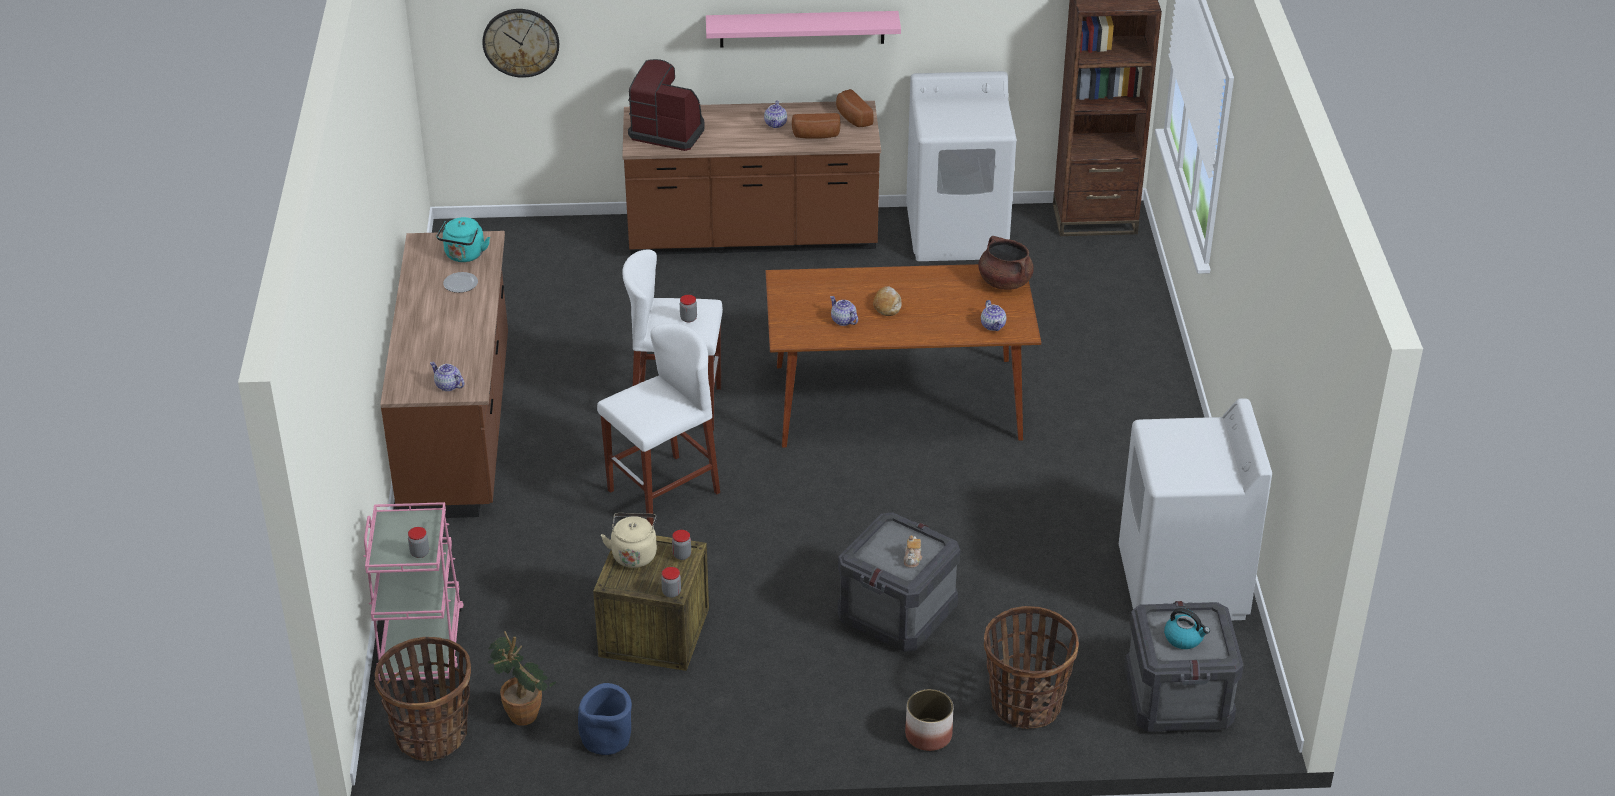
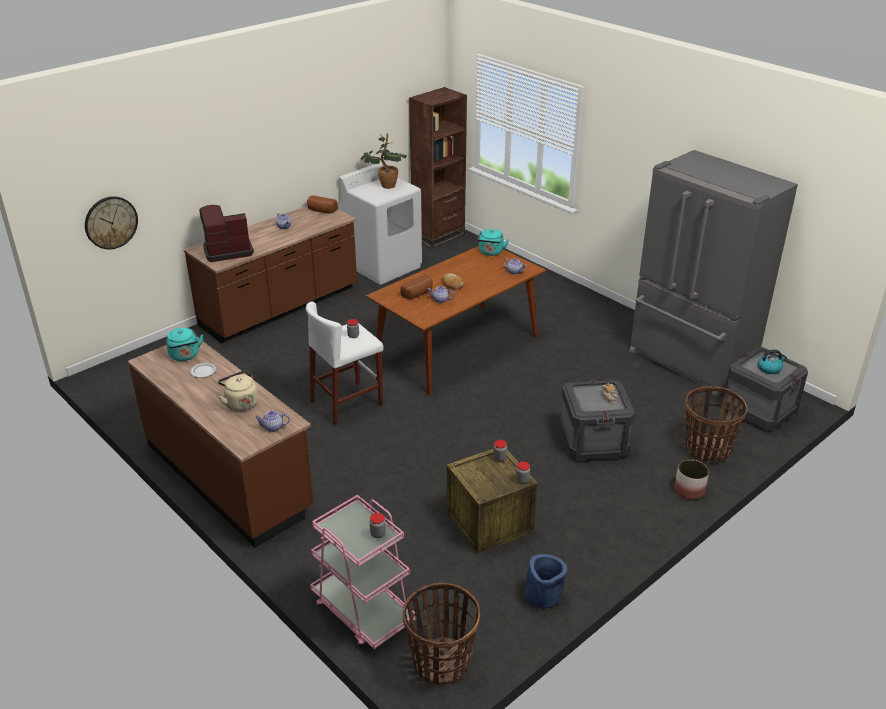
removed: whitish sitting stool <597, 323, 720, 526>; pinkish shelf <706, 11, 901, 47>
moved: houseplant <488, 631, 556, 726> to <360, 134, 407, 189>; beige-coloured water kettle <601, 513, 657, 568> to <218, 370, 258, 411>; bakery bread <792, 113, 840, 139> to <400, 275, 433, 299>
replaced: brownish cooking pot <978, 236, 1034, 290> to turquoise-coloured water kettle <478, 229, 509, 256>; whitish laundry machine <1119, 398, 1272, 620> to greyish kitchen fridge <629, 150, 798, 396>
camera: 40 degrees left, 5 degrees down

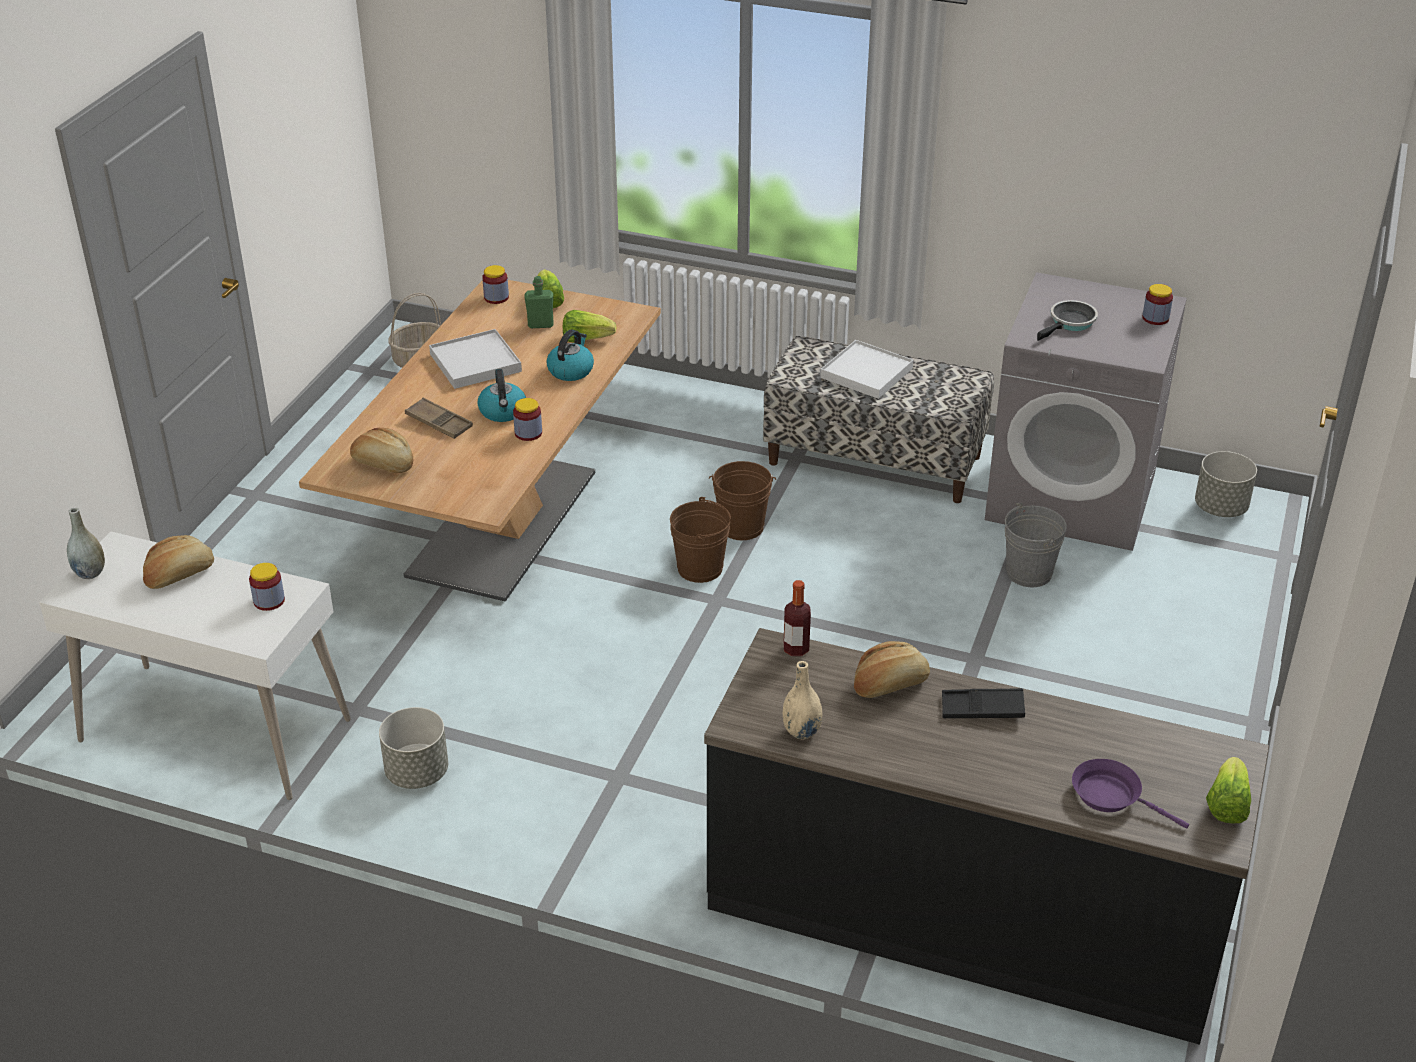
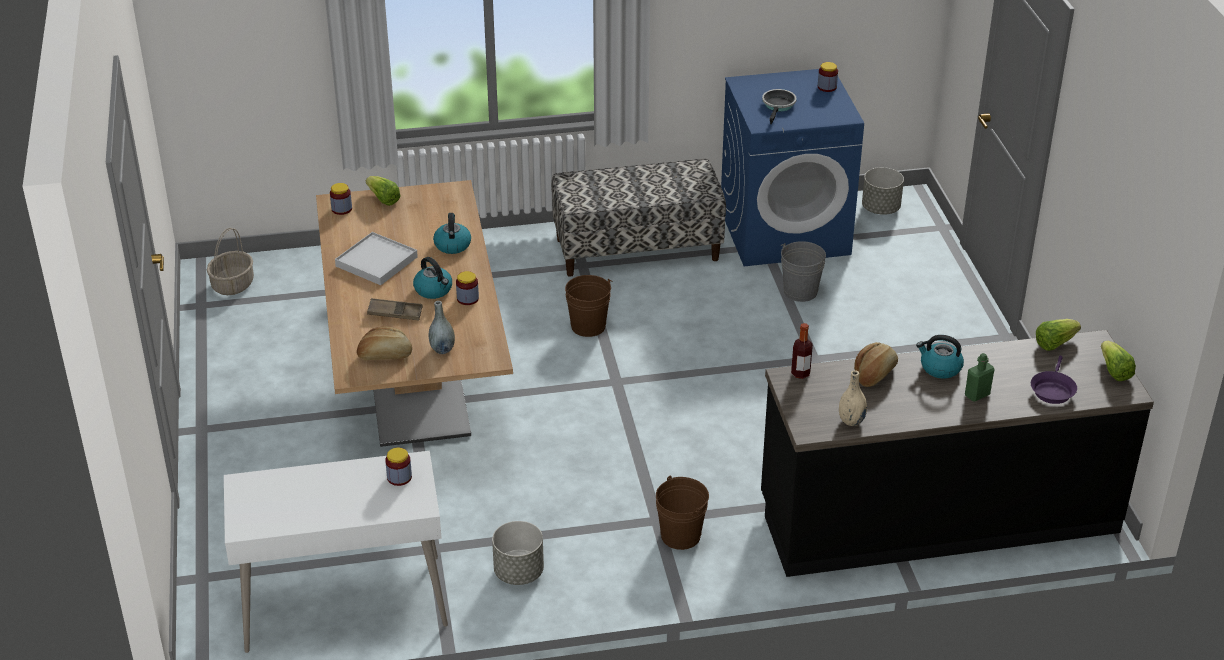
removed: bakery bread <143, 535, 214, 589>; whitish carrying tray <820, 340, 913, 399>
moved: greyish flower vase <67, 508, 105, 579> to <429, 301, 455, 354>; green-coloured beverage bottle <524, 276, 554, 328> to <965, 353, 994, 402>; lettuce <563, 310, 616, 342> to <1036, 319, 1081, 351>; brownish bucket <670, 497, 731, 583> to <656, 475, 709, 550>
replaced: black-coloured carrying tray <942, 688, 1025, 718> to water kettle <916, 335, 964, 379>
recoloured: greyish laundry machine <985, 272, 1187, 551> to blue-coloured laundry machine <721, 69, 864, 266>
turned: purple skillet <1072, 759, 1189, 828> = <1031, 356, 1077, 404> 75 degrees counterclockwise
camera: 30 degrees left, 0 degrees up

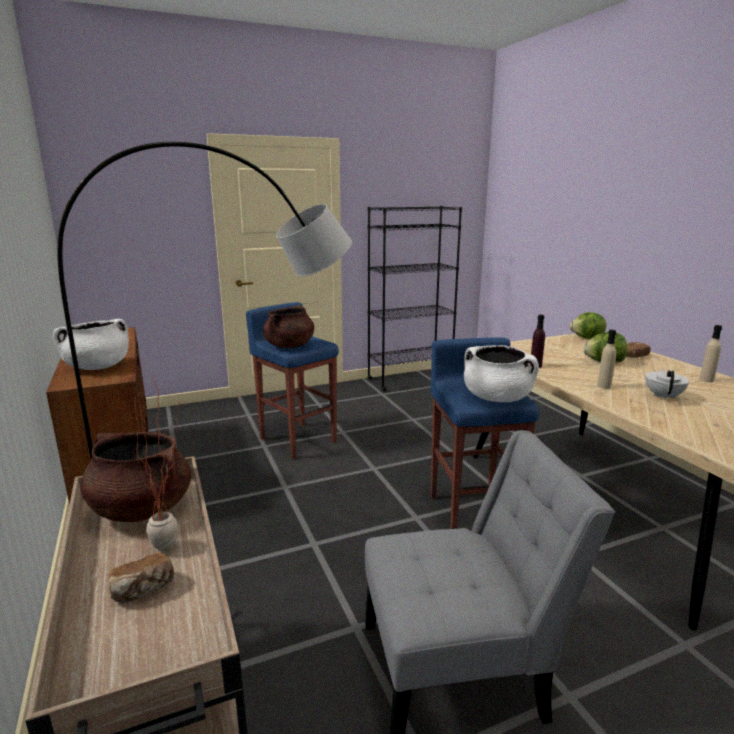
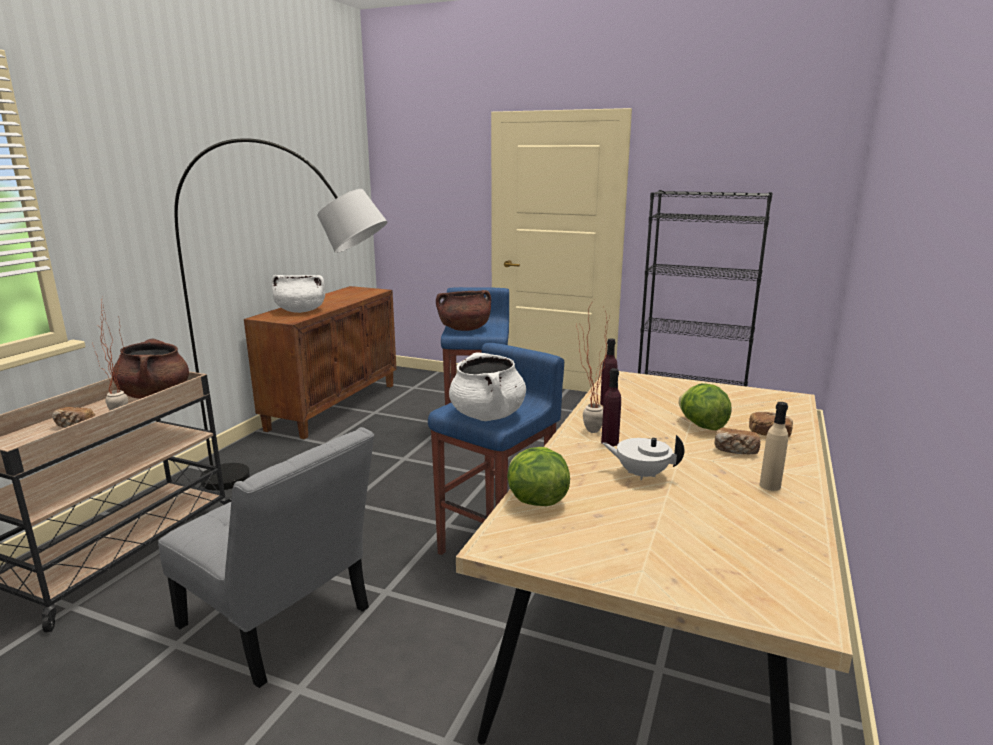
added: houseplant <576, 300, 610, 433>; bakery bread <715, 428, 760, 455>
moved: lettuce <569, 312, 606, 339> to <507, 447, 570, 506>
recoloured: beige-coloured beverage bottle <597, 330, 616, 389> to purple beverage bottle <601, 368, 621, 446>
turned: whitish tea pot <645, 369, 689, 400> = <602, 435, 684, 481> 135 degrees counterclockwise
camera: 45 degrees right, 0 degrees up

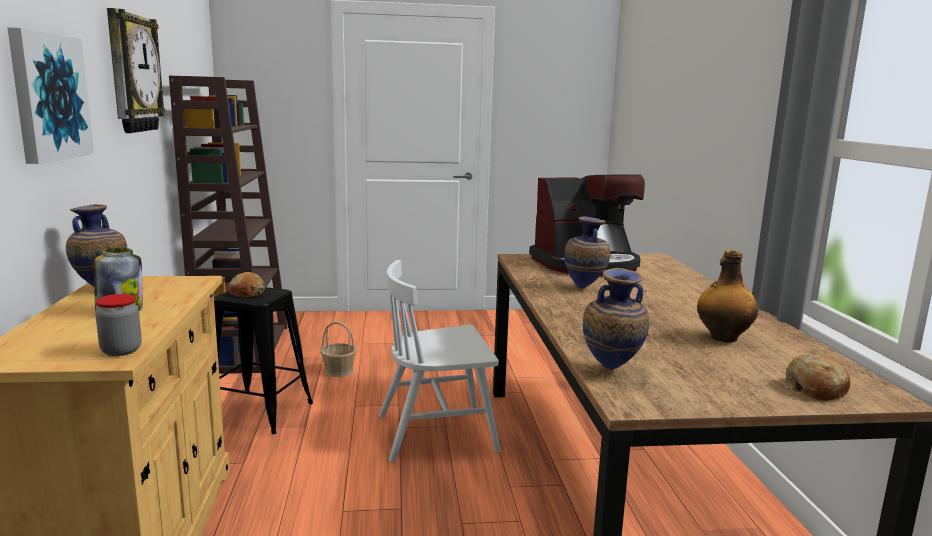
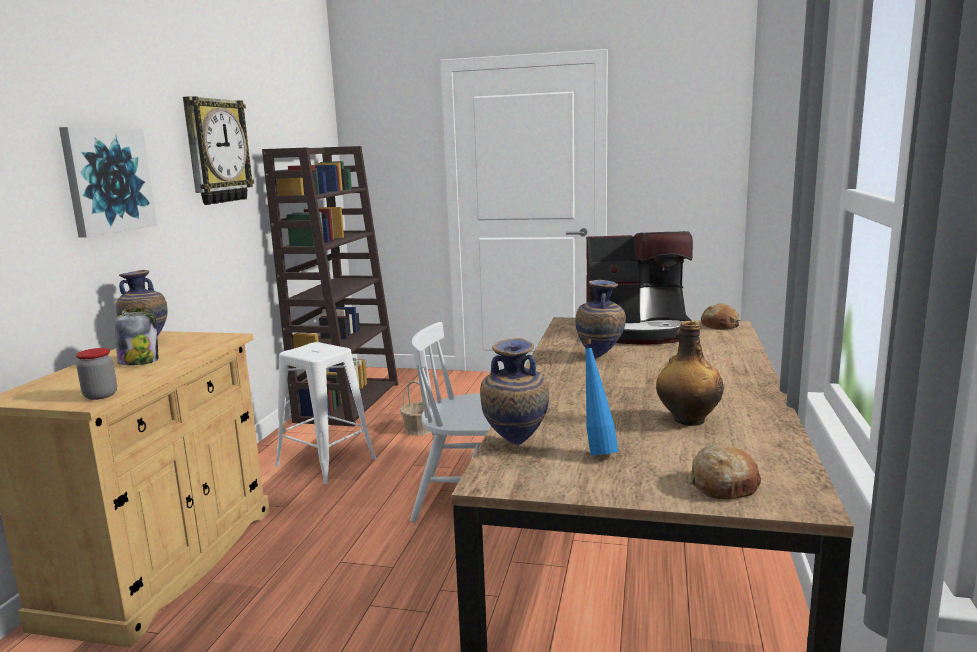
added: blue-coloured beverage bottle <583, 339, 618, 455>
moved: bakery bread <229, 272, 265, 298> to <701, 303, 741, 330>
recoloured: black-coloured sitting stool <214, 287, 313, 434> to whitish sitting stool <275, 342, 376, 484>
camera: 20 degrees right, 0 degrees up

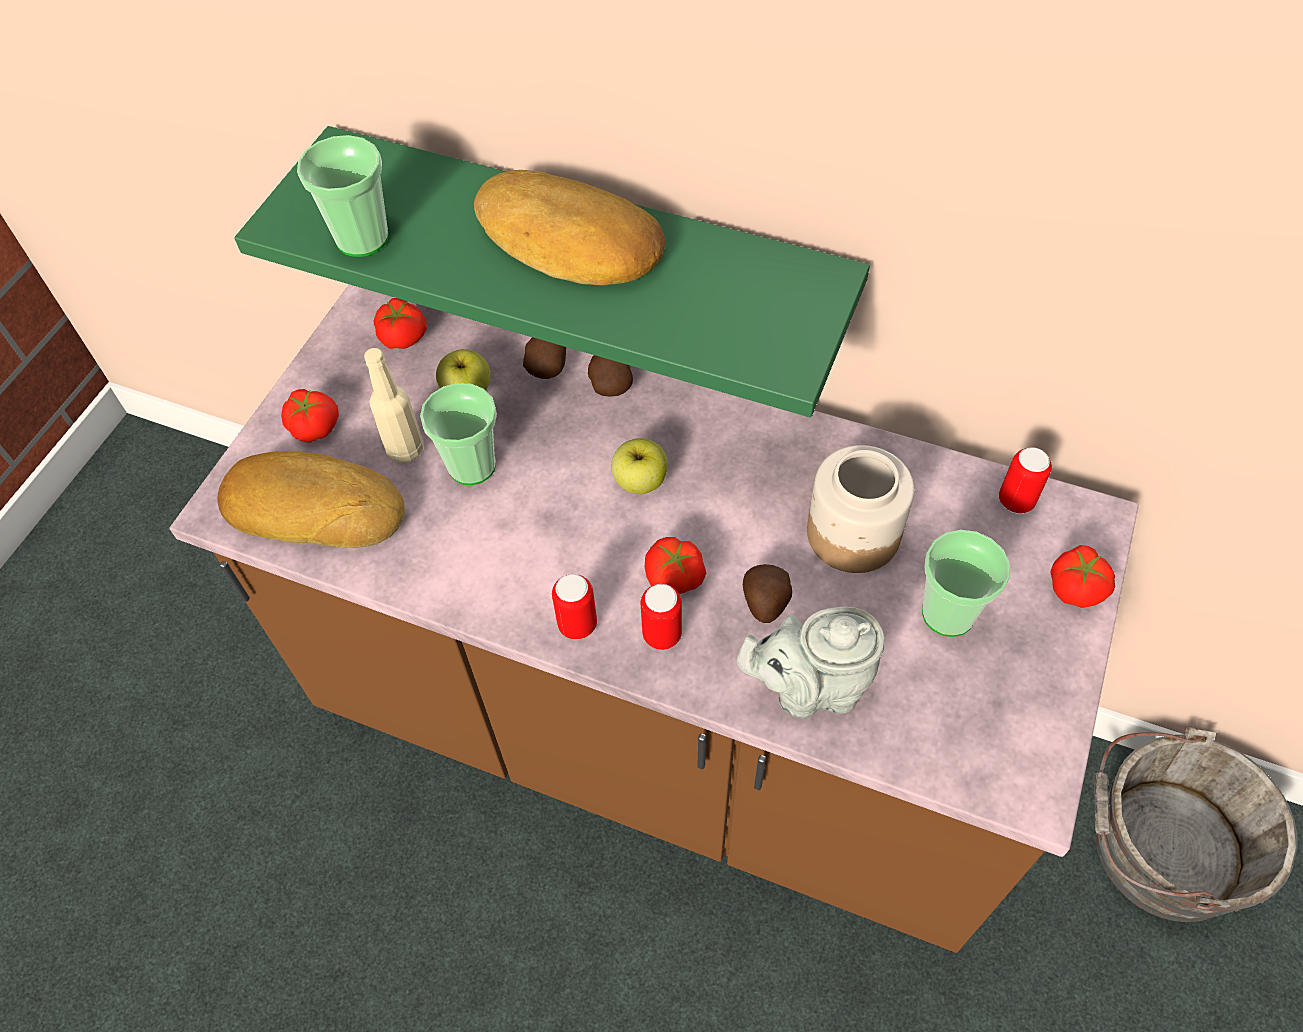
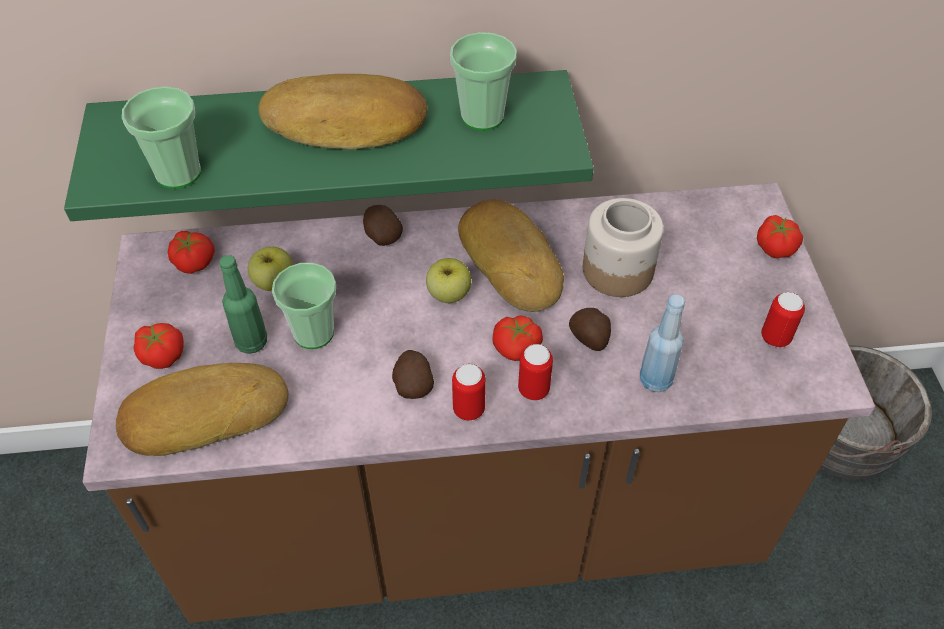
added: bakery bread <458, 199, 564, 312>
moved: spud <523, 337, 566, 379> to <392, 350, 434, 399>; small cup <922, 530, 1010, 637> to <450, 32, 517, 131>; sealed can <999, 447, 1052, 514> to <761, 292, 805, 348>
replaced: greyish tea pot <737, 607, 885, 718> to blue-coloured beverage bottle <640, 294, 685, 392>
recoloured: beige-coloured beverage bottle <364, 348, 423, 463> to green-coloured beverage bottle <219, 255, 267, 354>
camera: 30 degrees left, 5 degrees down

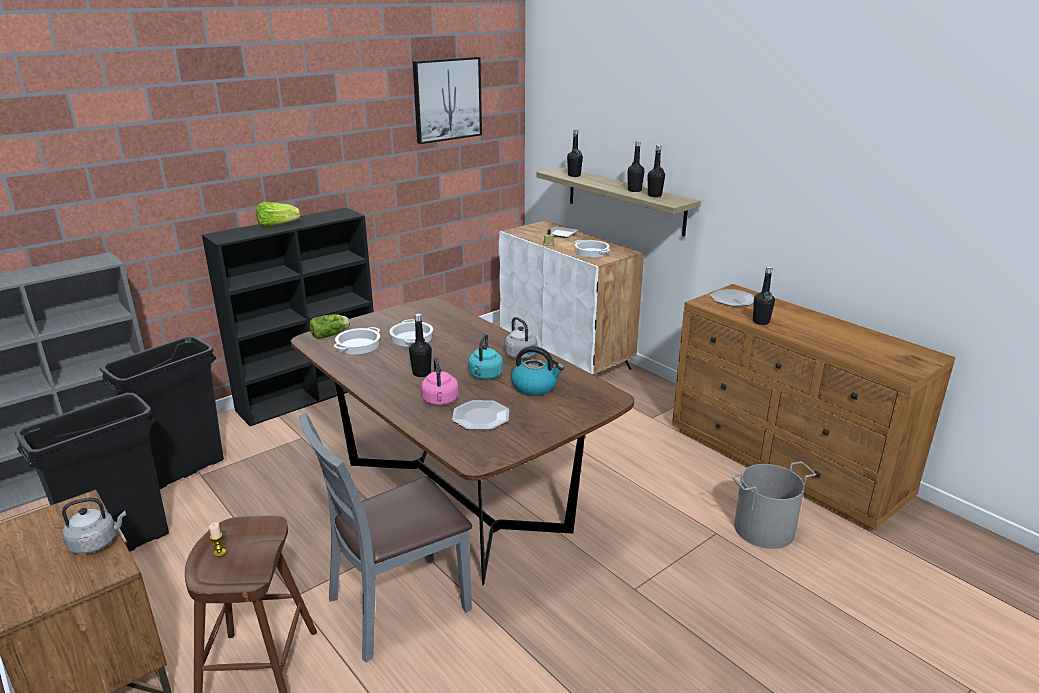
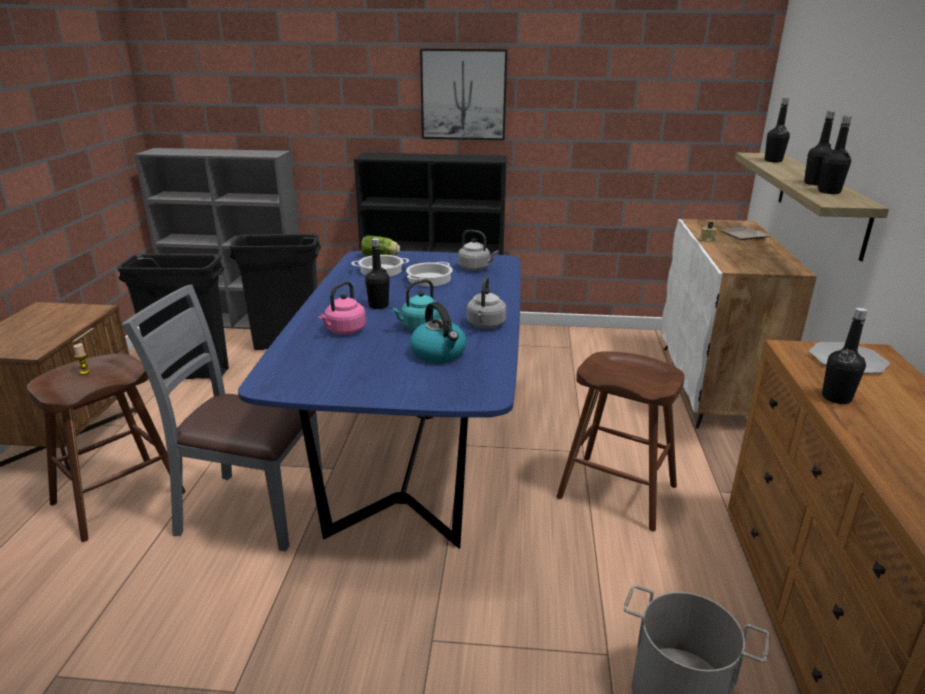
removed: lettuce <256, 202, 301, 227>; plate <452, 400, 509, 430>; cooking pot <575, 240, 610, 258>
added: brownish sitting stool <556, 351, 685, 532>
moved: greyish water kettle <62, 497, 126, 554> to <458, 230, 498, 271>; wall picture <413, 57, 482, 144> to <420, 48, 507, 140>
recoloured: brownish dining table <291, 298, 634, 585> to blue-coloured dining table <238, 251, 521, 549>
camera: 45 degrees right, 0 degrees up

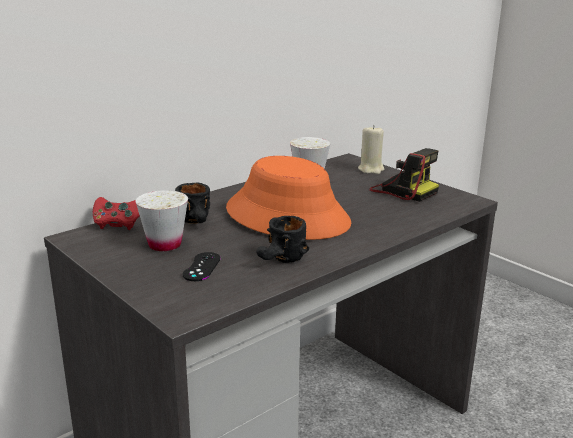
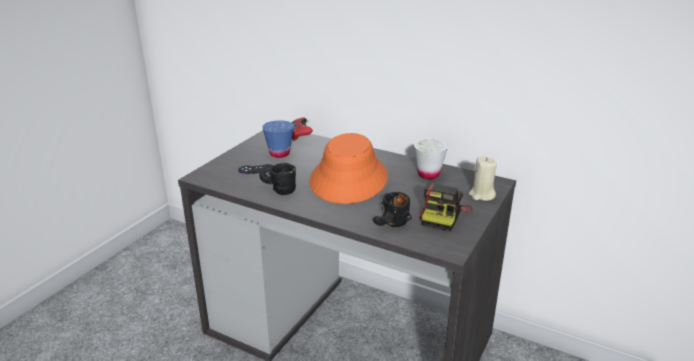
moved: black-coloured mug <175, 183, 210, 224> to <373, 192, 412, 227>
recoloured: whitish small cup <135, 190, 188, 251> to blue-coloured small cup <262, 120, 294, 158>
camera: 70 degrees right, 5 degrees up

